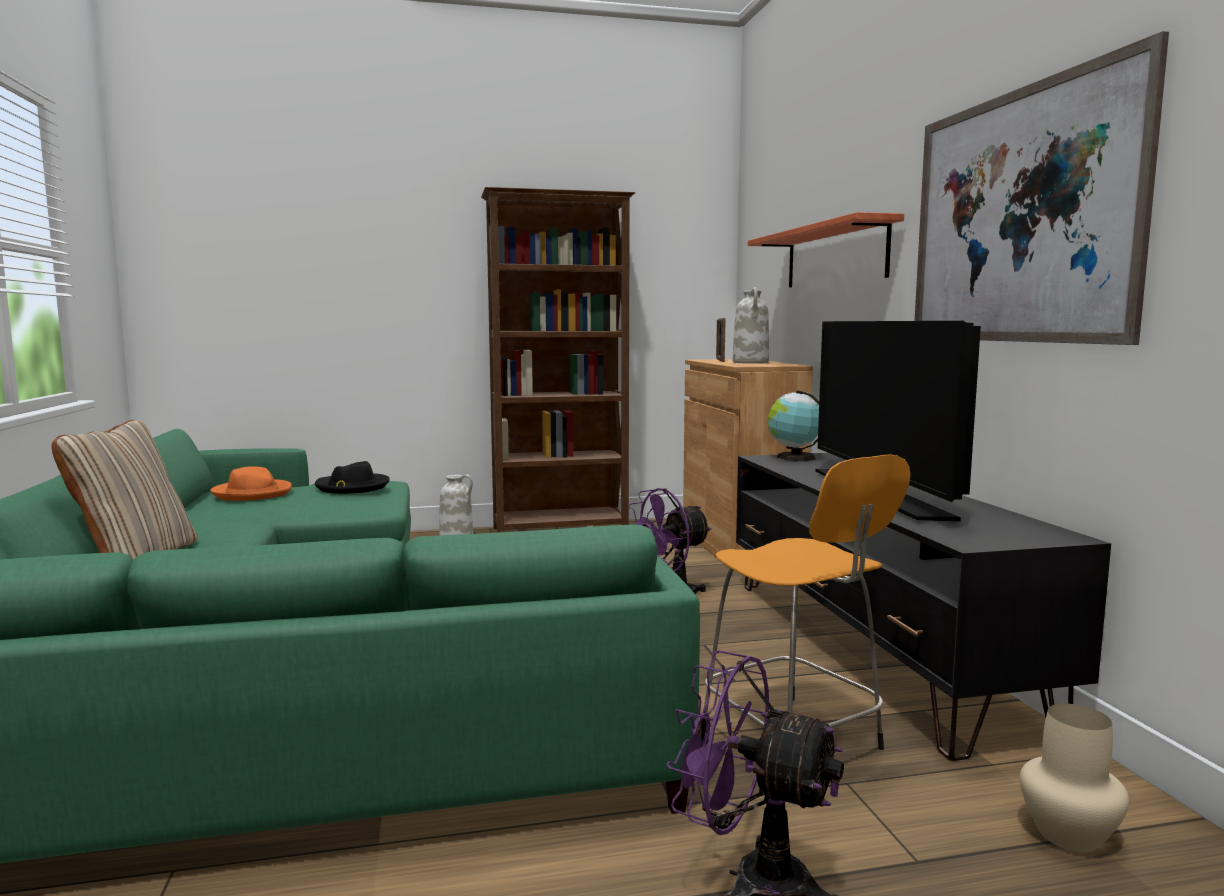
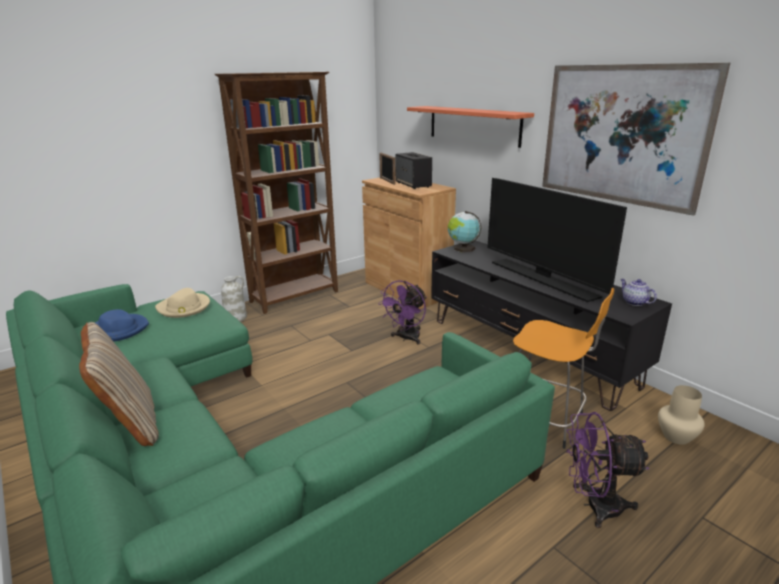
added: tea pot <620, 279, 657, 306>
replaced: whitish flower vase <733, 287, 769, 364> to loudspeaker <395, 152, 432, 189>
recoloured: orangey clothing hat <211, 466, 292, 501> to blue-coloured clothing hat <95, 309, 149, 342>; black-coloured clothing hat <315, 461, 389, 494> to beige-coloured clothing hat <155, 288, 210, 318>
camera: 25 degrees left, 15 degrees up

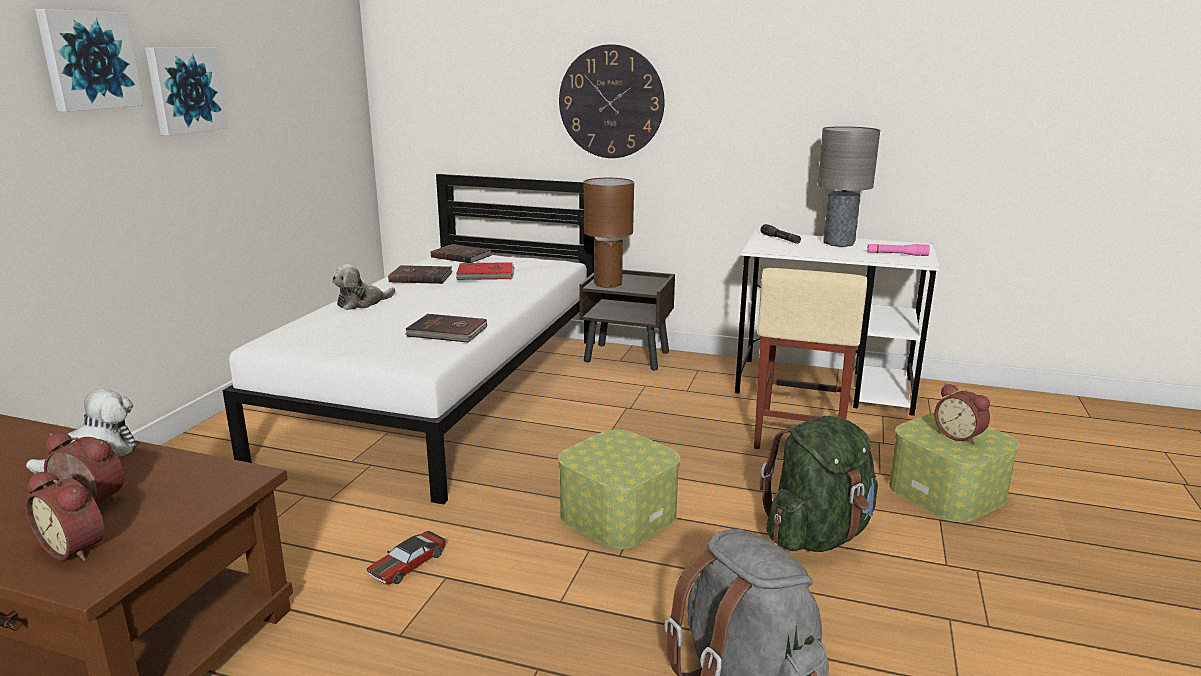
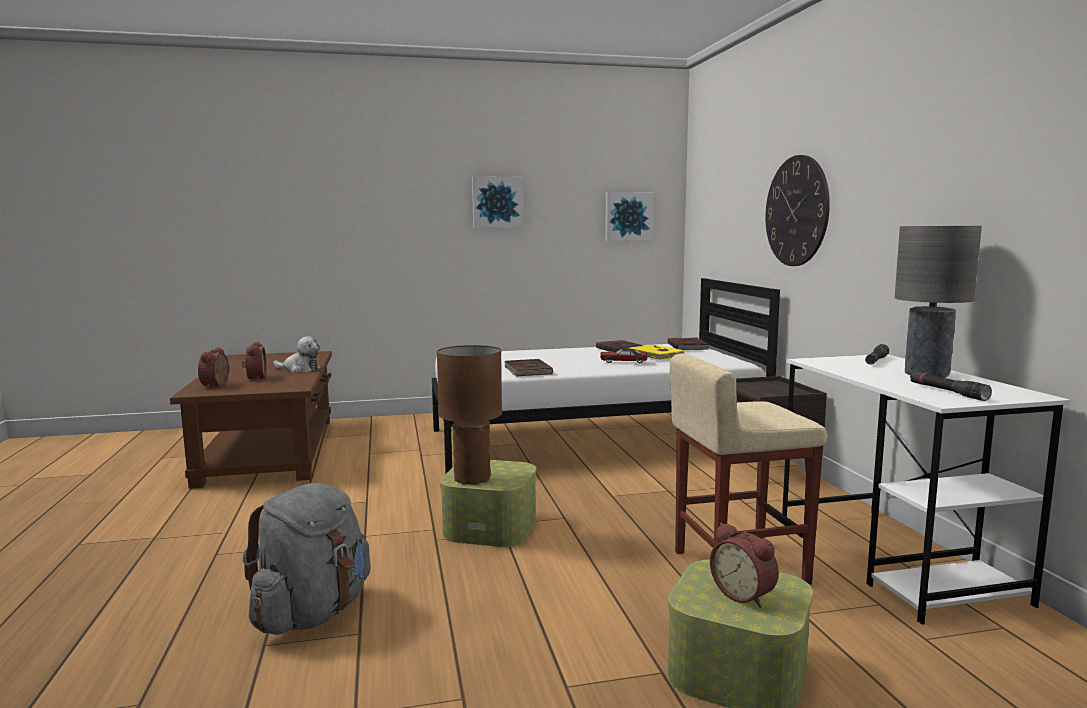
removed: cuddly toy <332, 264, 395, 310>; green-coloured rucksack <760, 416, 878, 552>
moved: wall picture <35, 9, 143, 112> to <605, 192, 653, 241>; toy car <367, 531, 446, 585> to <600, 349, 648, 363>; brownish table lamp <584, 178, 634, 288> to <437, 345, 502, 485>
recoloured: red-coloured book <456, 262, 514, 280> to yellow-coloured book <629, 345, 685, 360>; pinkish flashlight <867, 244, 930, 256> to black-coloured flashlight <910, 372, 992, 401>
turned: alarm clock <934, 383, 990, 444> = <710, 523, 779, 608> 60 degrees counterclockwise
camera: 60 degrees right, 10 degrees down

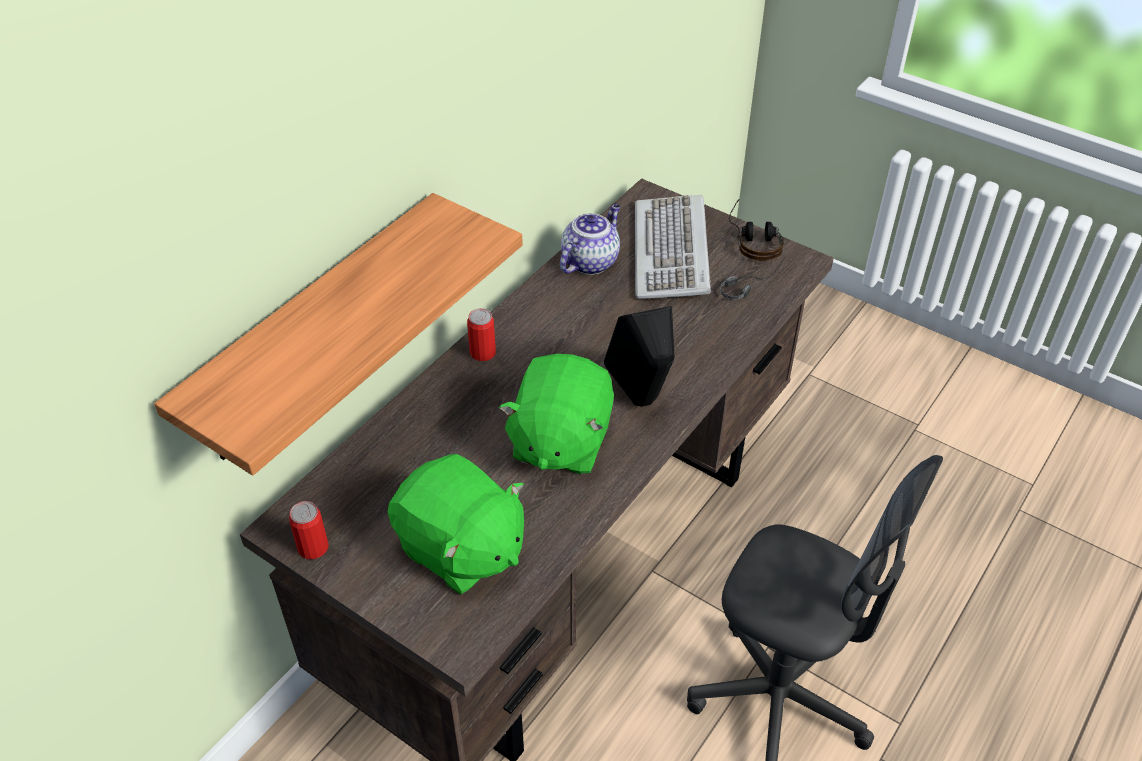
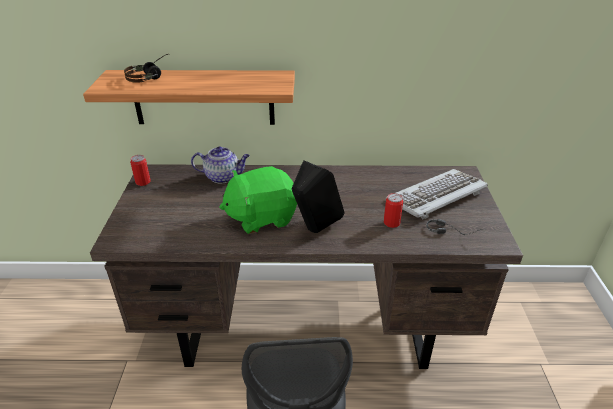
removed: green-coloured cuddly toy <388, 454, 524, 594>
moved: sealed can <467, 308, 496, 361> to <384, 193, 403, 228>; tea pot <560, 204, 620, 275> to <191, 146, 250, 183>; headphones <729, 199, 784, 261> to <124, 54, 168, 83>
camera: 55 degrees right, 10 degrees down

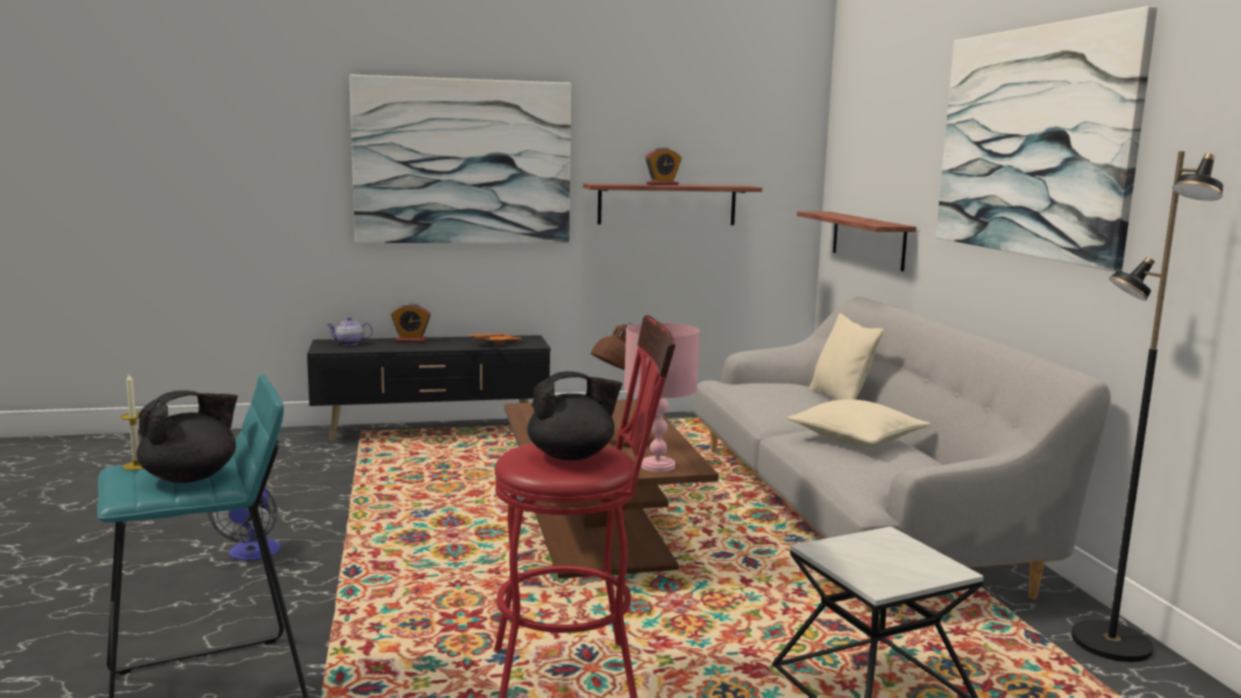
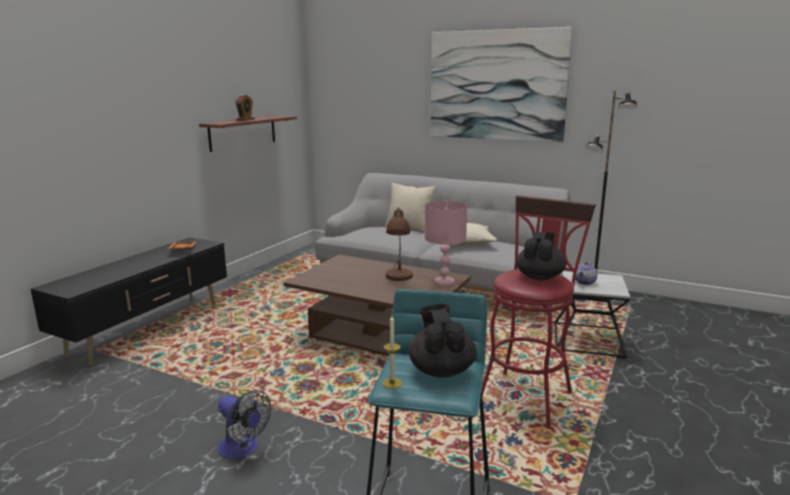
removed: wall picture <349, 74, 571, 243>; alarm clock <391, 303, 431, 343>; shelf <797, 211, 916, 271>
moved: tea pot <326, 317, 373, 345> to <575, 262, 597, 285>
camera: 50 degrees left, 5 degrees up

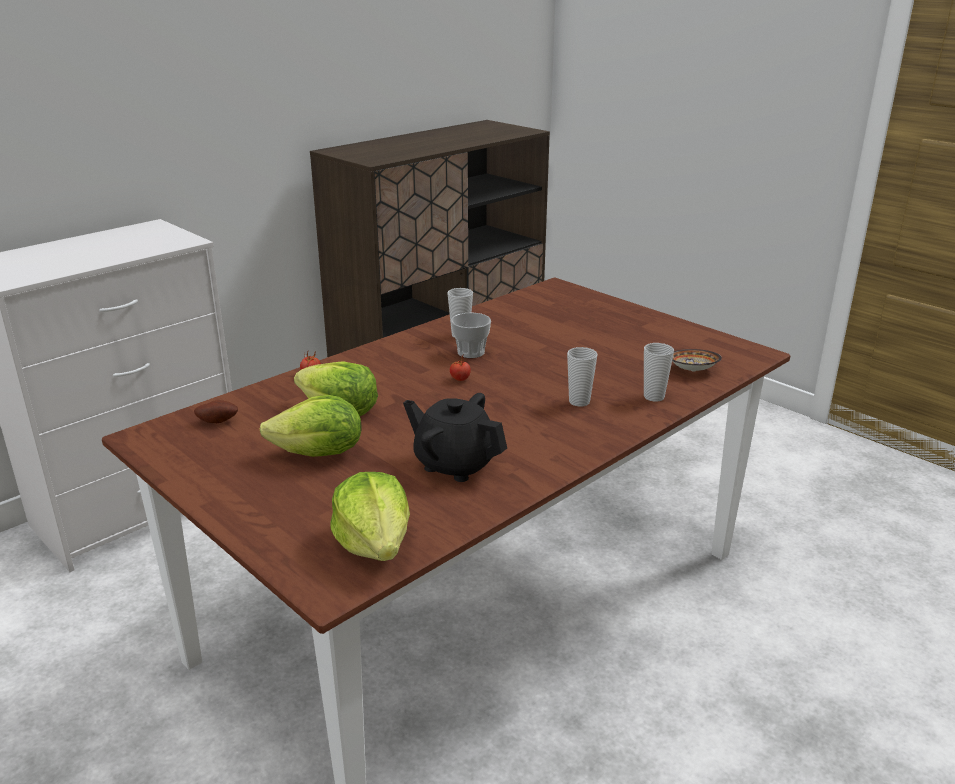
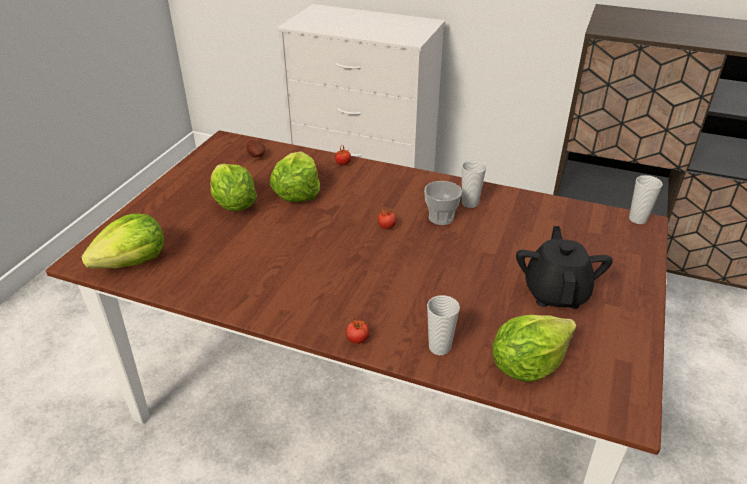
added: tomato <346, 318, 369, 344>
moved: black-coloured tea pot <403, 393, 507, 482> to <516, 226, 613, 309>; small cup <567, 347, 598, 407> to <629, 175, 663, 224>
replaced: deep dish <672, 349, 722, 371> to lettuce <492, 315, 577, 382>
camera: 65 degrees right, 10 degrees up

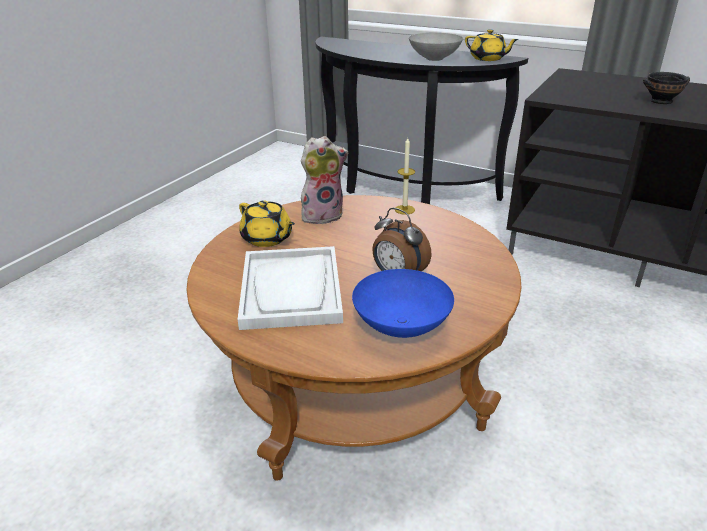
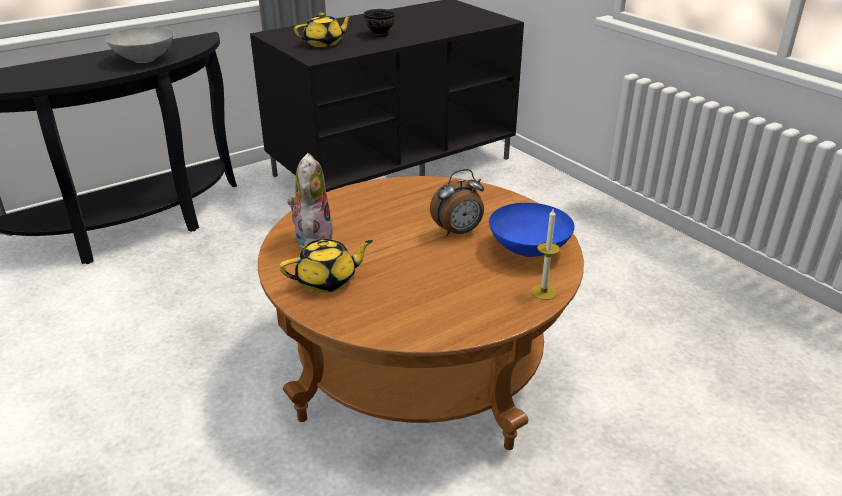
removed: whitish carrying tray <238, 246, 343, 330>
moved: wax candle <395, 138, 415, 215> to <531, 209, 560, 300>; yellow-coloured tea pot <465, 29, 519, 61> to <294, 13, 352, 47>
camera: 65 degrees left, 0 degrees up

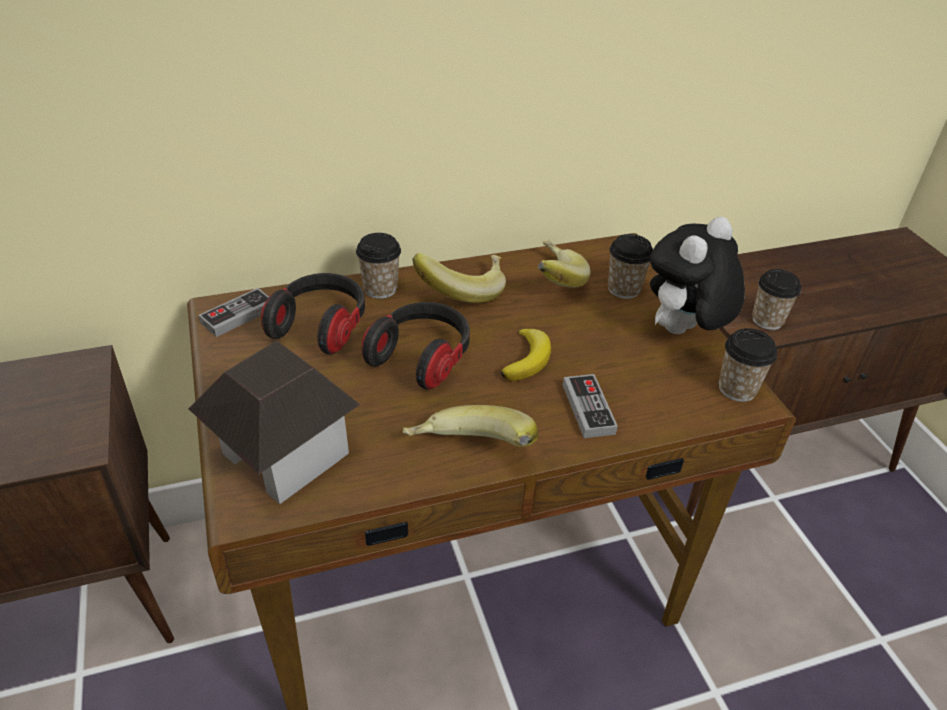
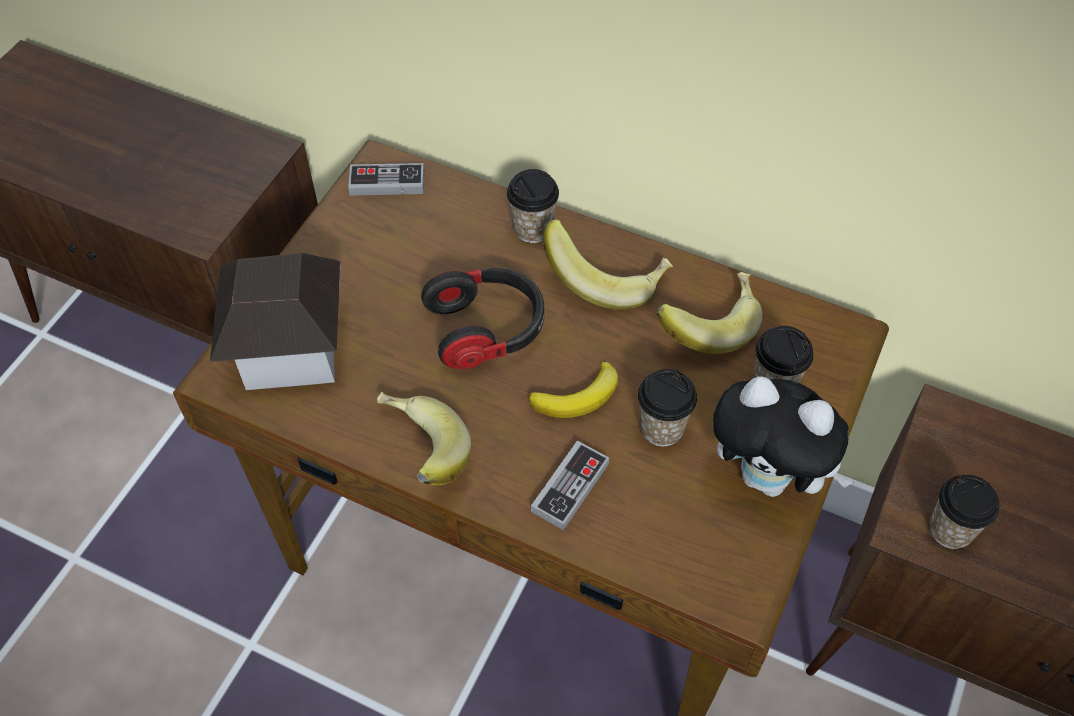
removed: headphones <261, 273, 365, 354>
moved: small cup <719, 328, 777, 402> to <638, 369, 697, 446>
turned: cuddly toy <650, 217, 745, 334> = <713, 377, 854, 497> 150 degrees counterclockwise
camera: 45 degrees right, 15 degrees up

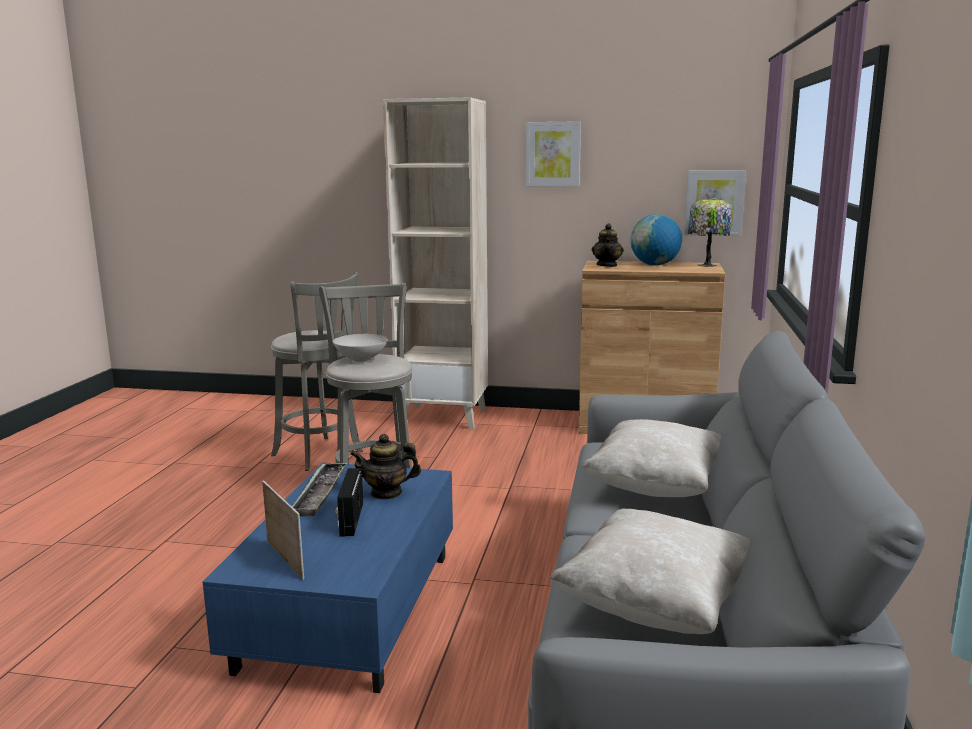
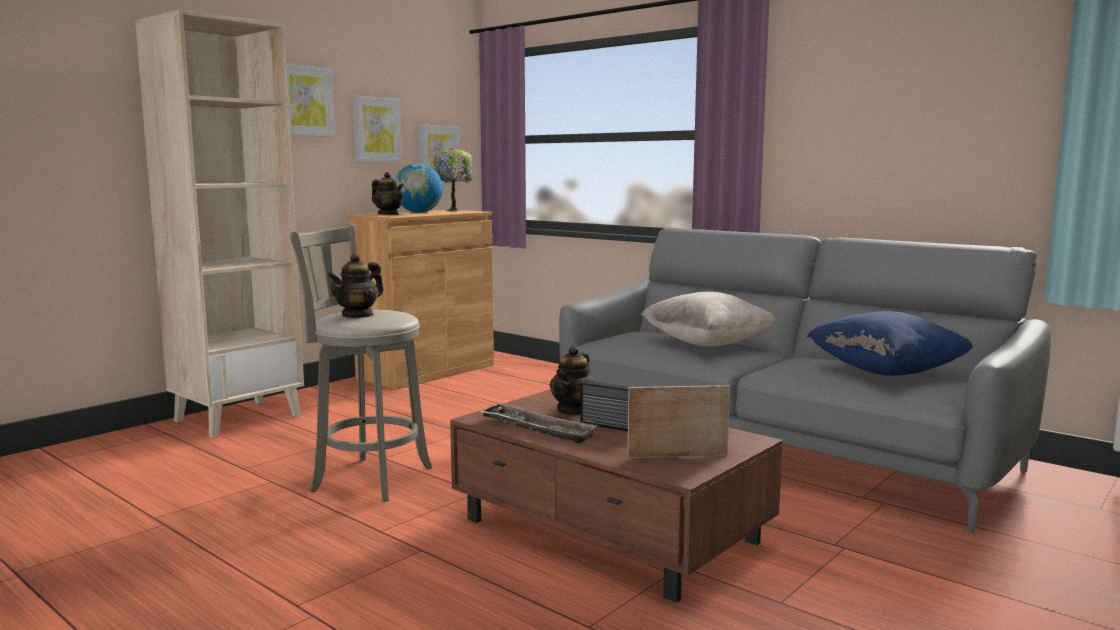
removed: greyish sitting stool <271, 272, 363, 471>
added: wall picture <352, 96, 402, 162>
replaced: whitish deep dish <333, 334, 388, 362> to tea pot <328, 253, 384, 318>
recoloured: blue-coloured low table <203, 462, 453, 693> to brownish low table <450, 389, 783, 603>; beige-coloured pillow <549, 509, 750, 634> to blue-coloured pillow <807, 311, 973, 376>
camera: 60 degrees left, 5 degrees down

